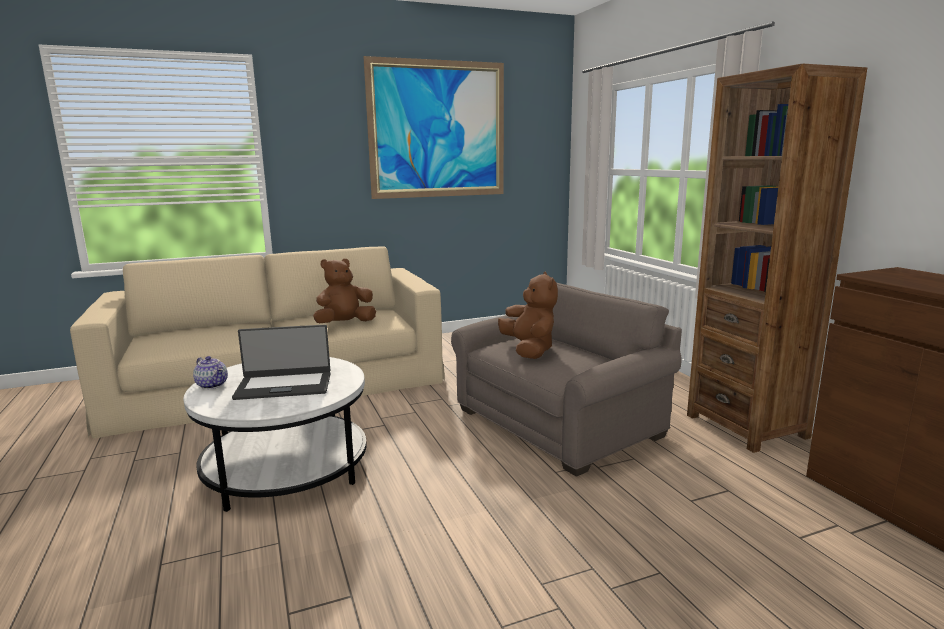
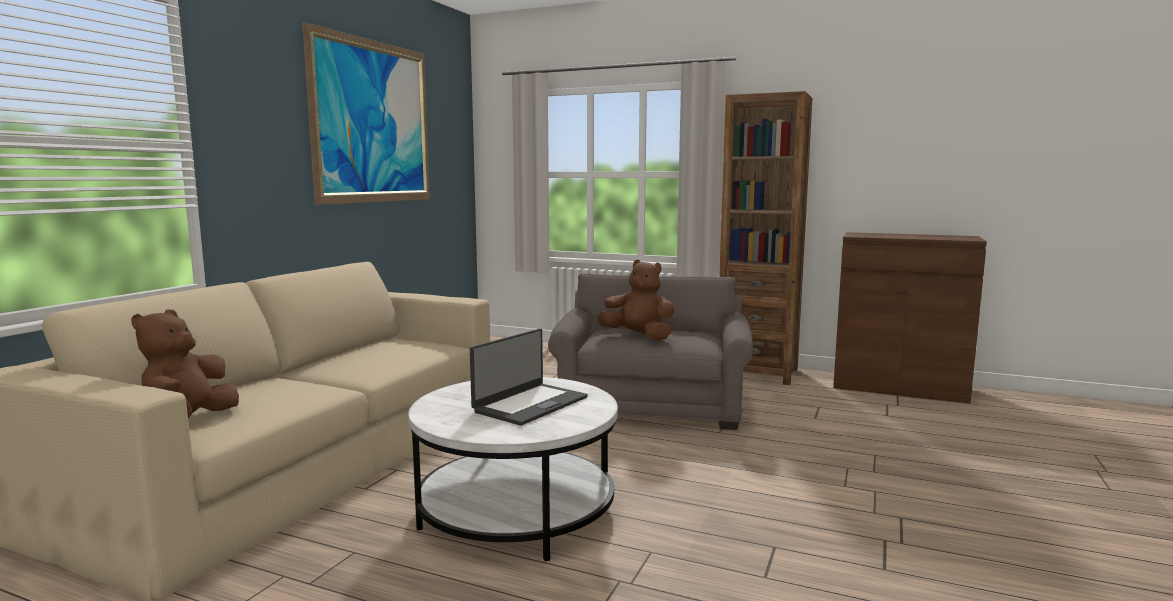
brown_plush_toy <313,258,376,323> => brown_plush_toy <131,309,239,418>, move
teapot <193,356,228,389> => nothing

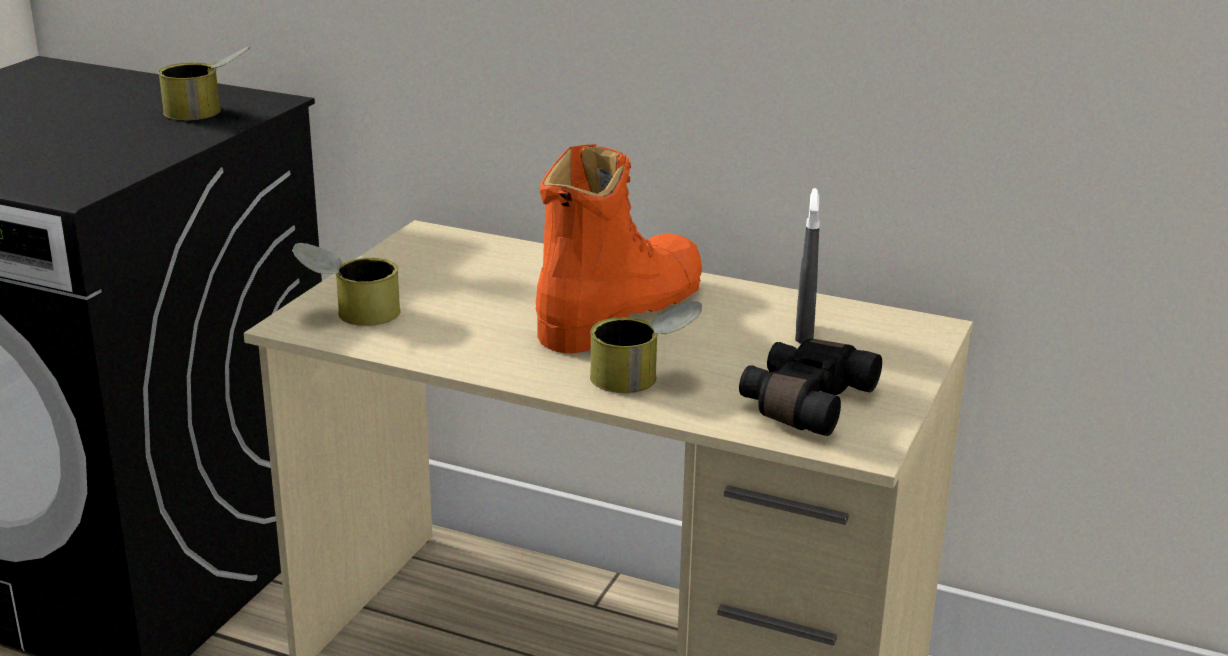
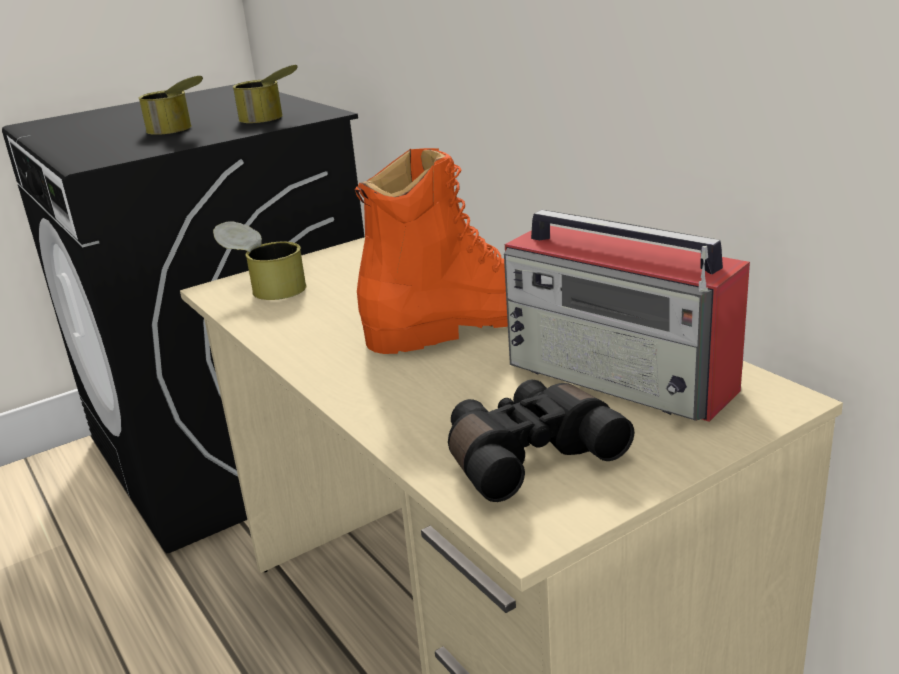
grey_spray_bottle <795,188,820,344> => radio <504,210,750,422>
can <590,302,702,393> => can <139,76,203,135>, move

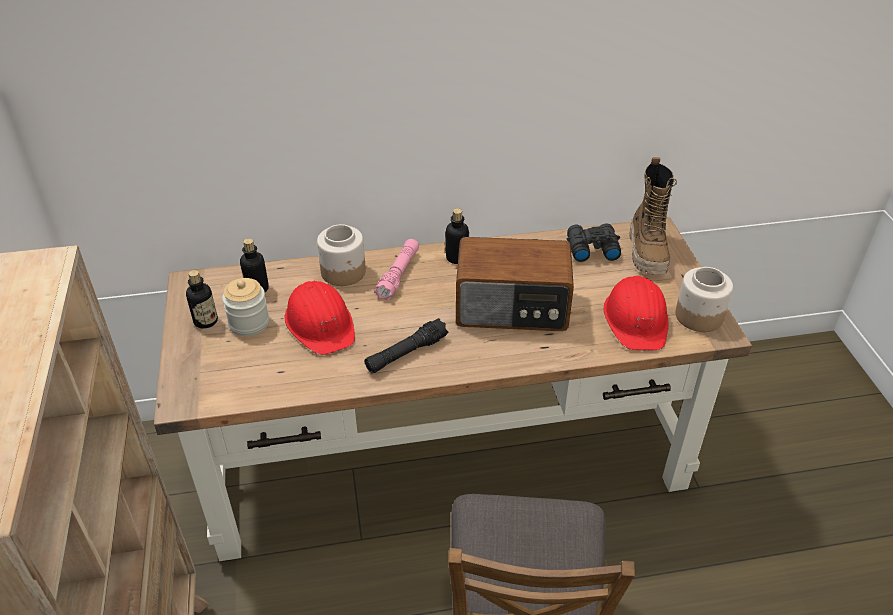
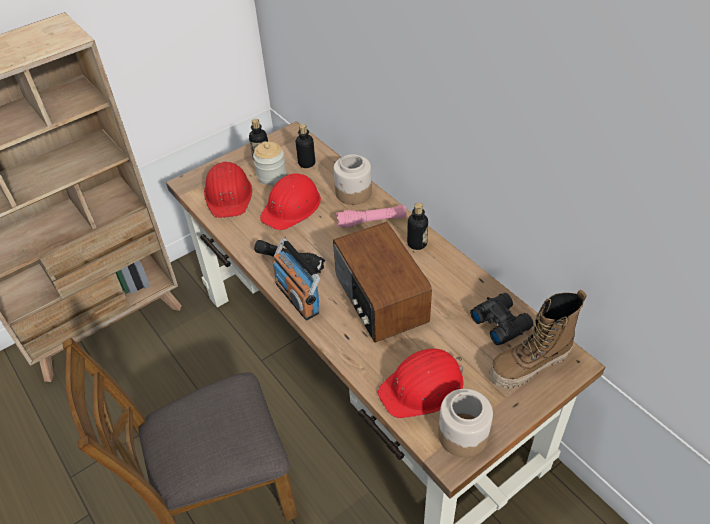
nothing => red_hard_hat <204,162,252,218>
nothing => radio <273,239,320,320>

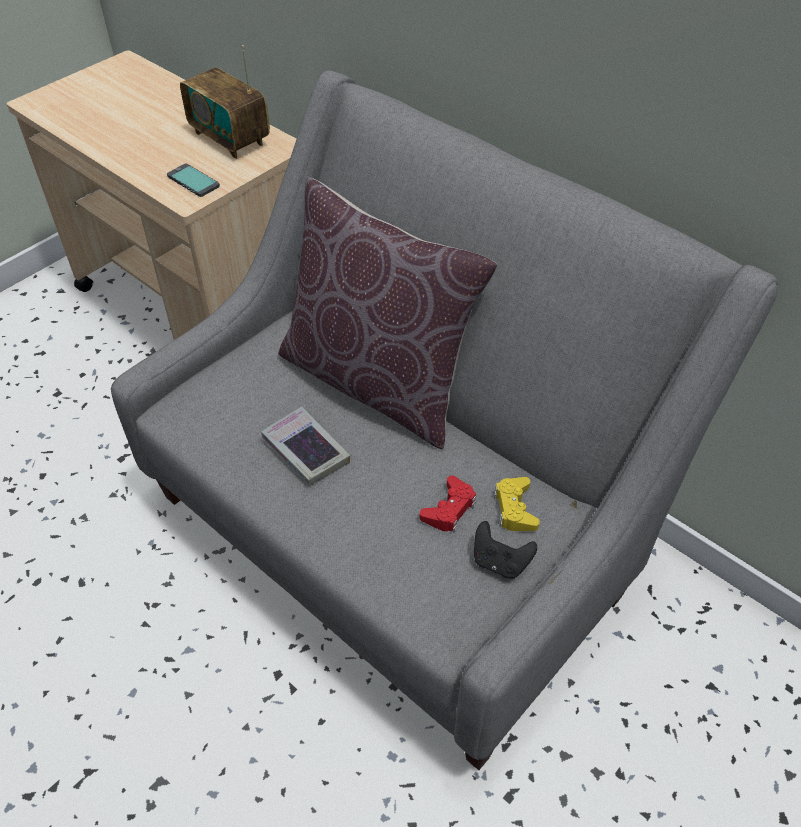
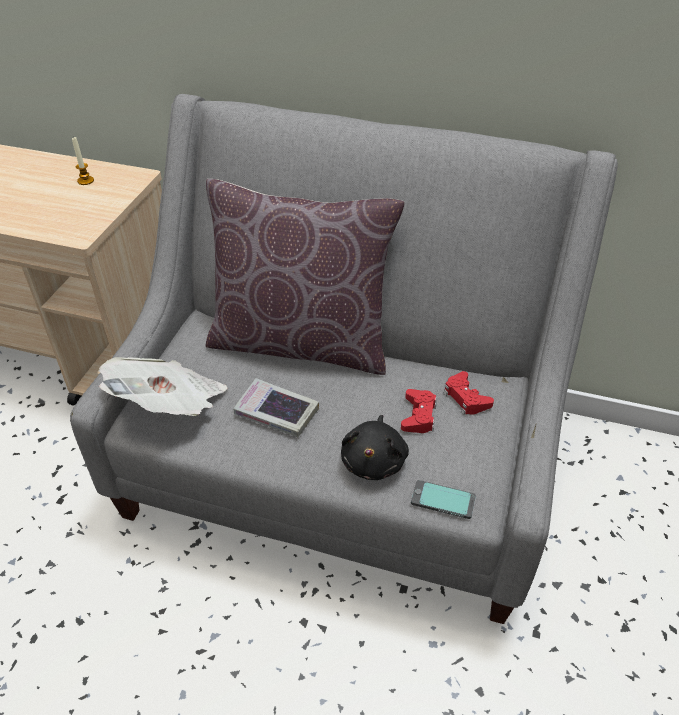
radio <180,45,270,159> => candle <72,136,94,185>
phone <167,163,220,197> => phone <411,480,476,519>, move
yellow_game_controller <493,477,540,531> => red_game_controller <444,371,494,415>
black_game_controller <474,521,537,579> => nothing
nothing => newspaper <99,357,227,416>
nothing => black_plush_toy <341,415,409,480>

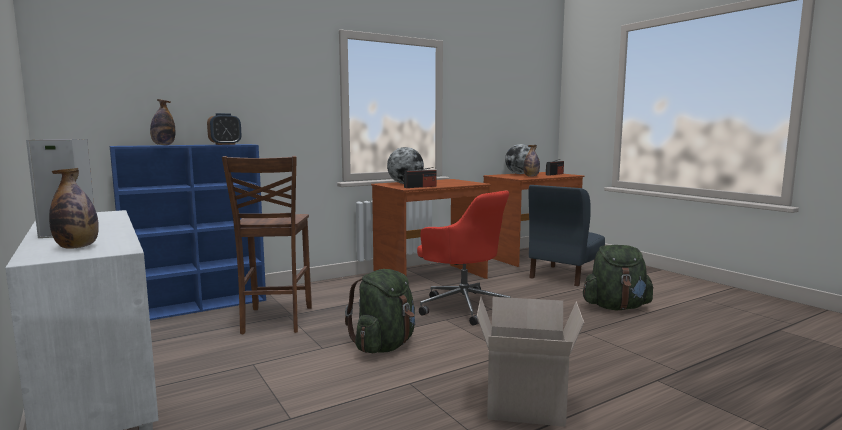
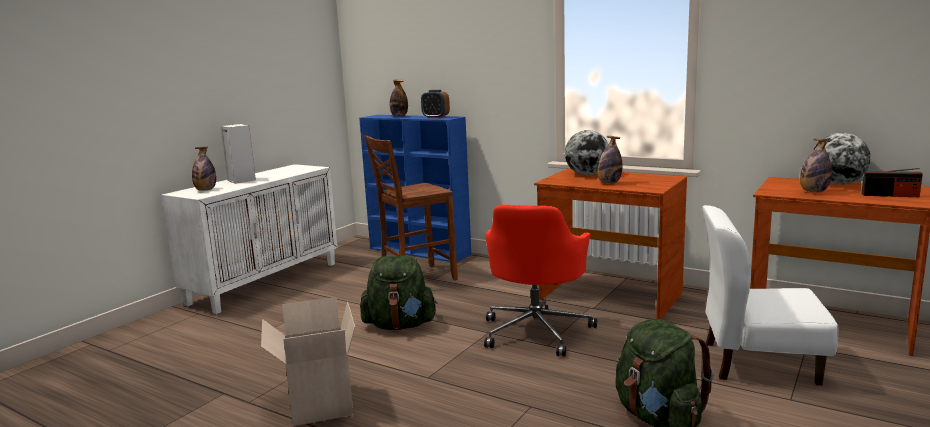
radio <404,167,437,188> => nothing
blue_chair <528,185,605,286> => white_chair <702,205,838,385>
nothing => bottle <597,136,622,184>

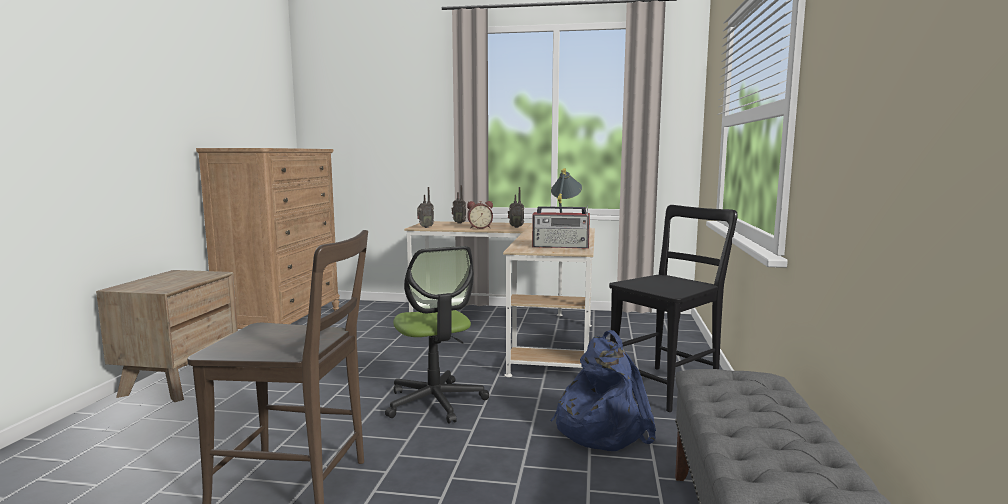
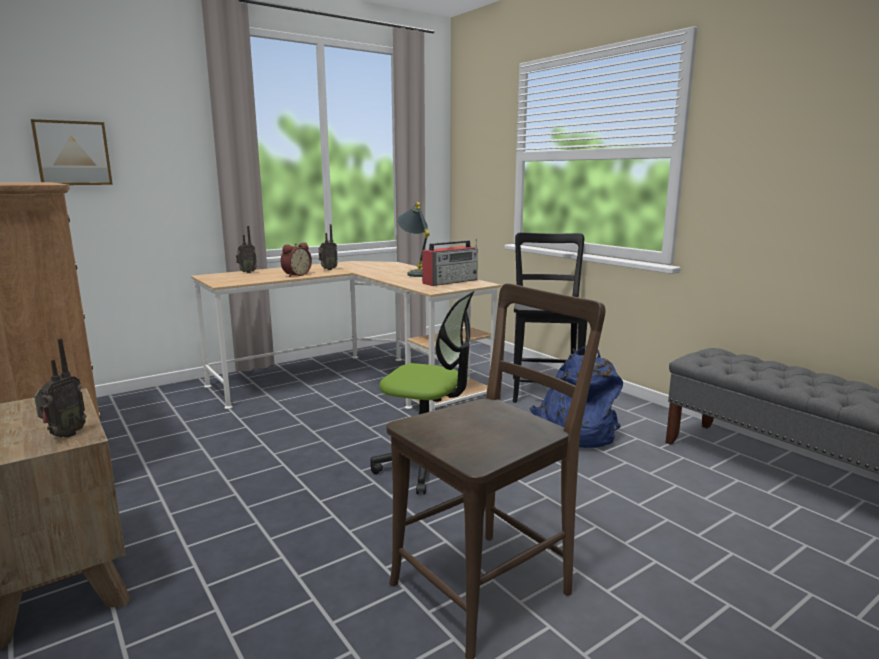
radio <417,187,434,228> => radio <34,338,87,438>, move
nothing => picture <31,119,113,185>

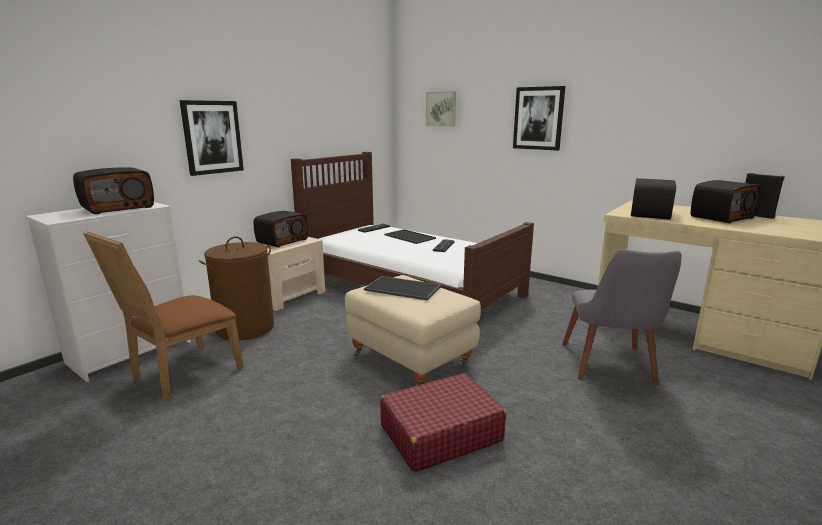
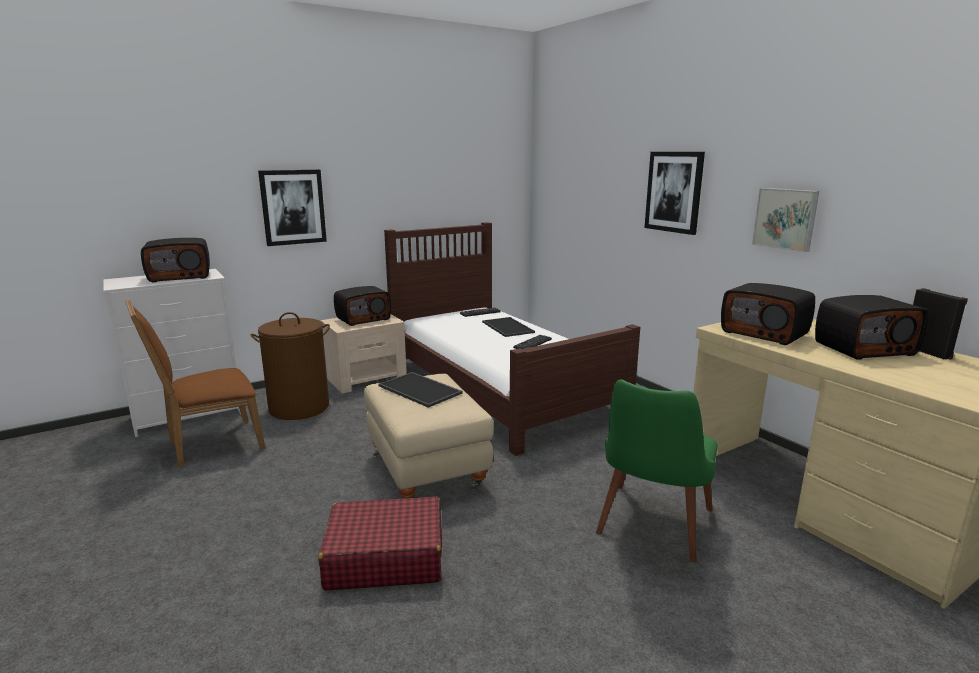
picture <426,91,456,127> => picture <752,188,819,252>, move
radio <631,178,677,220> => radio <721,283,815,345>, 90 degrees counterclockwise
grey_chair <562,249,682,385> => green_chair <596,379,718,563>

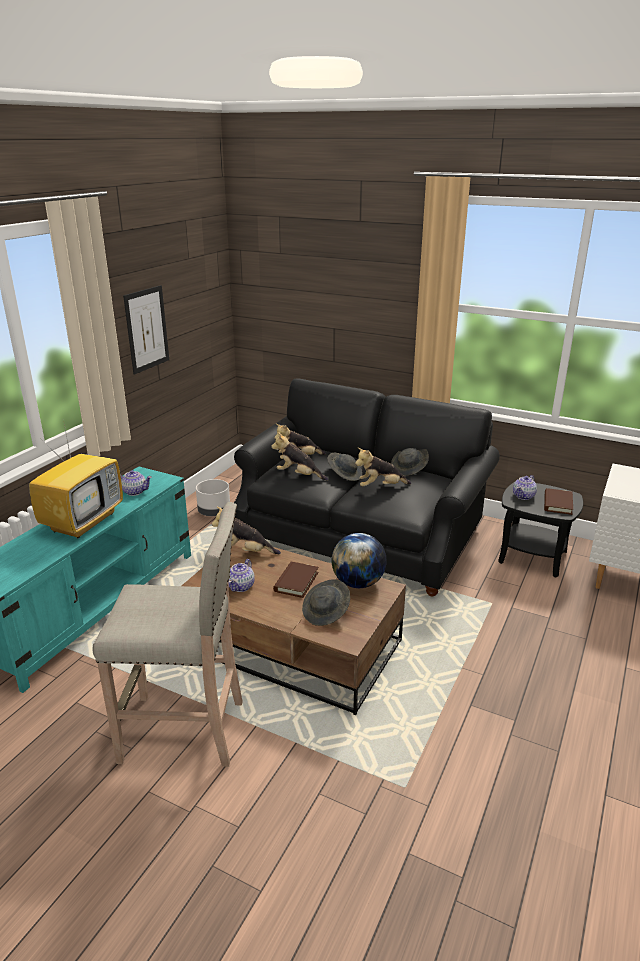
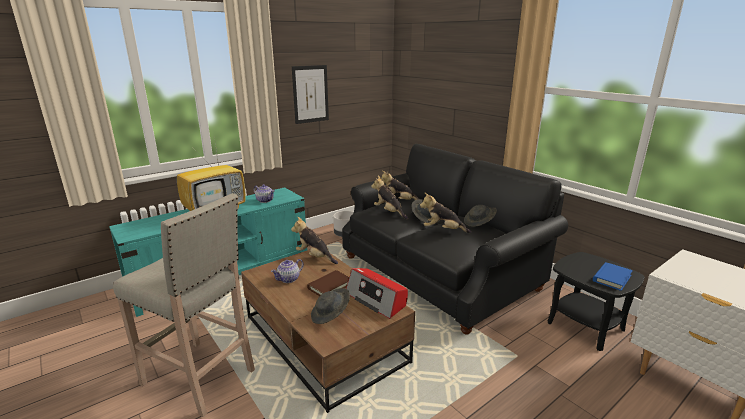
teapot <513,475,537,500> => nothing
brown_book <544,488,573,515> => blue_book <593,262,633,291>
globe <331,533,387,588> => radio <346,268,408,319>

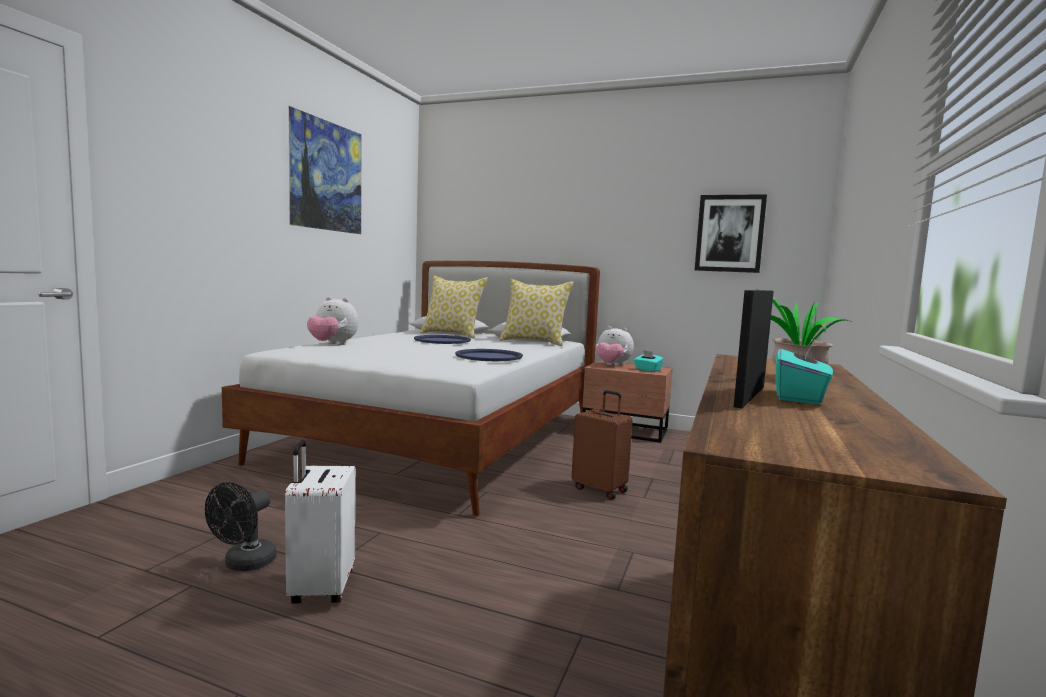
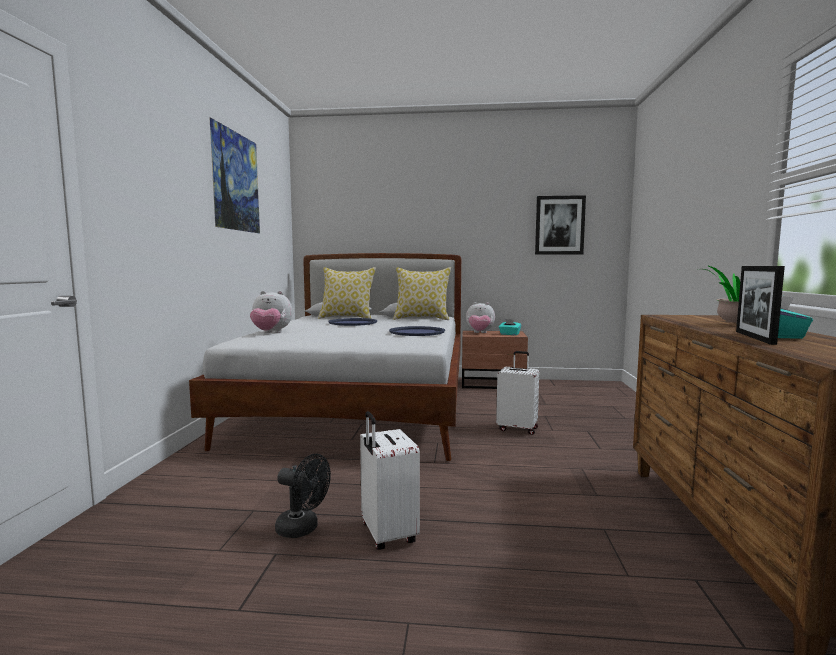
brown_suitcase <571,390,633,500> => white_suitcase <496,351,539,435>
black_fan <205,482,277,571> => black_fan <275,454,331,538>, 75 degrees counterclockwise

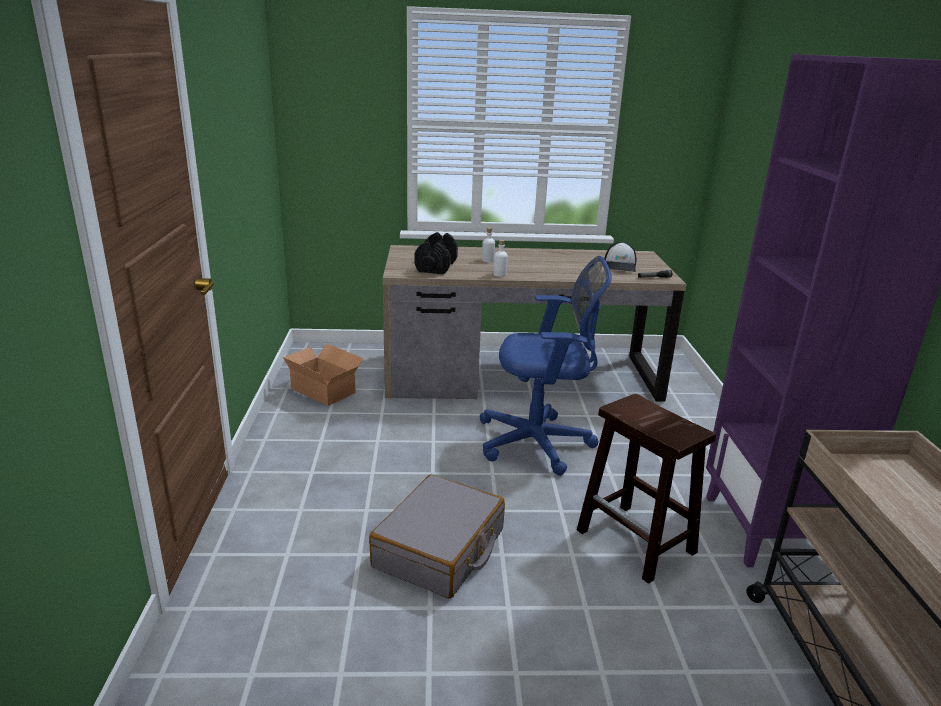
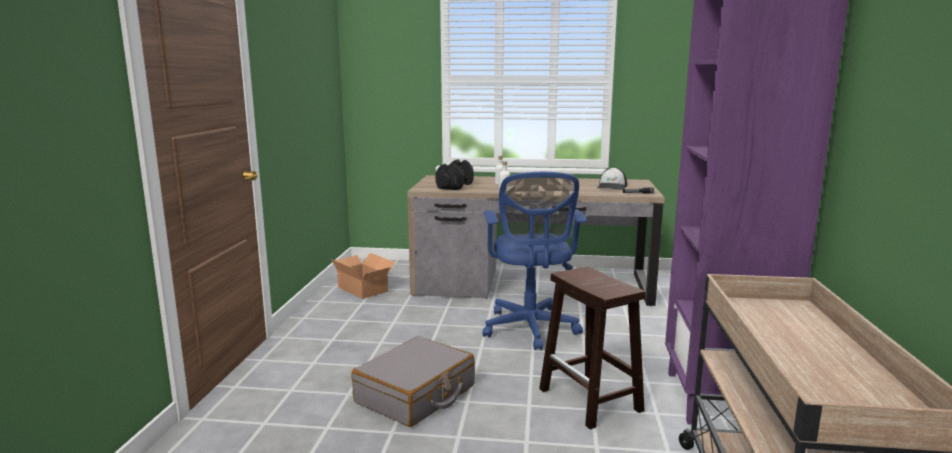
blue_office_chair <480,256,612,476> => blue_office_chair <482,172,587,350>, 75 degrees clockwise

